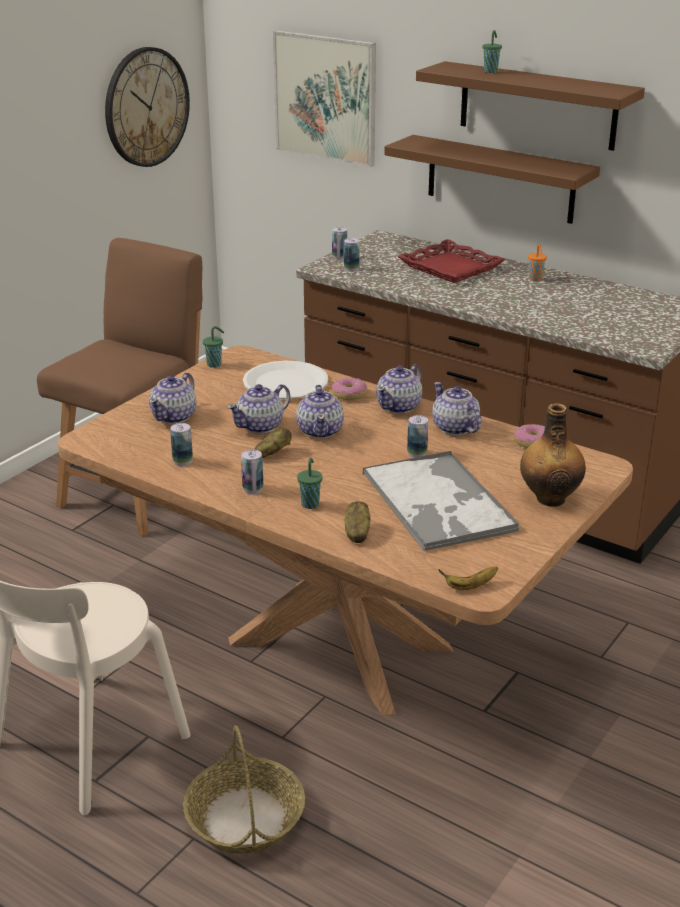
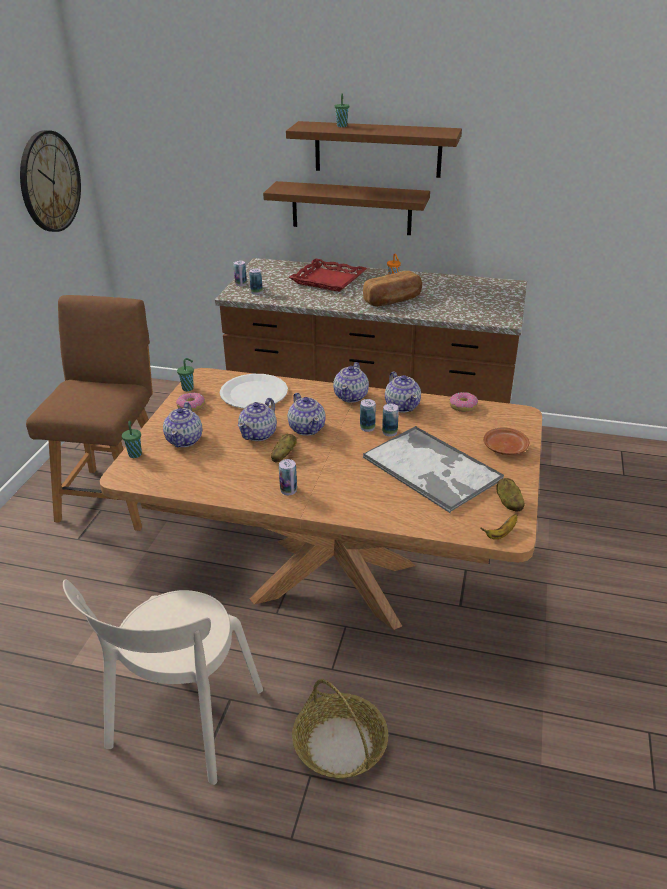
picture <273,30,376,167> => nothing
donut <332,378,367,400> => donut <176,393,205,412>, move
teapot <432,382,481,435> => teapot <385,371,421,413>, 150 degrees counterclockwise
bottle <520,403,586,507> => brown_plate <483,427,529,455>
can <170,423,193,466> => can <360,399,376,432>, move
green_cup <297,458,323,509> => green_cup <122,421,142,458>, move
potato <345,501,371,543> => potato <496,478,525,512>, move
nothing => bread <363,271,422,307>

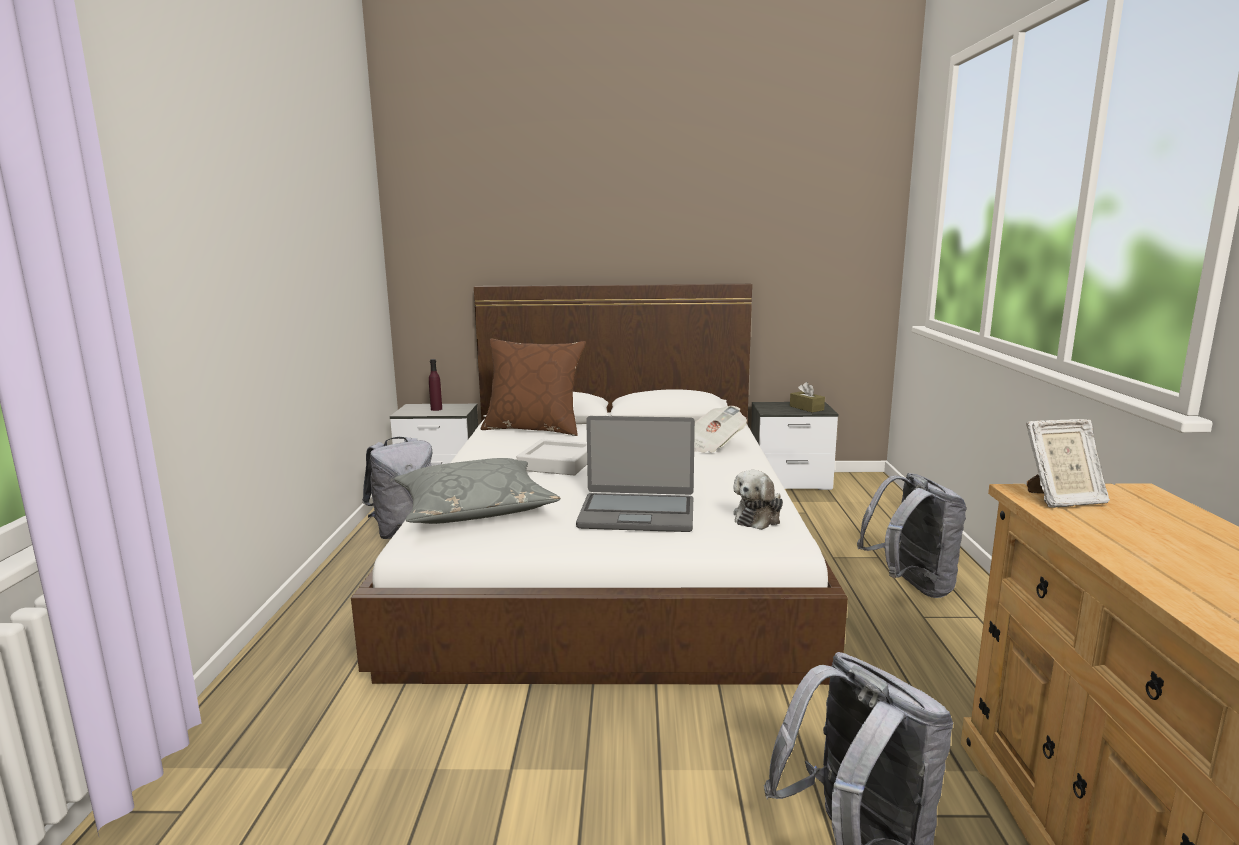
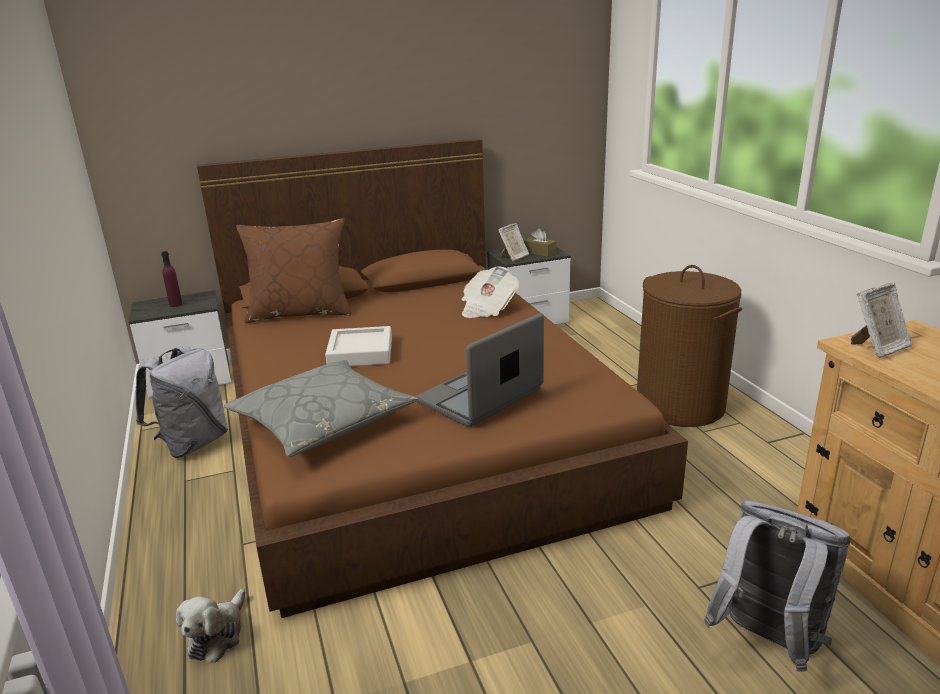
white_bed <351,284,848,685> => brown_bed <197,139,688,618>
laptop <576,416,695,532> => laptop <416,313,544,427>, 150 degrees clockwise
plush_toy <733,470,783,530> => plush_toy <176,589,246,663>, move
grey_backpack <857,473,967,598> => brown_laundry_basket <637,265,742,427>
nothing => picture_frame <498,223,529,262>

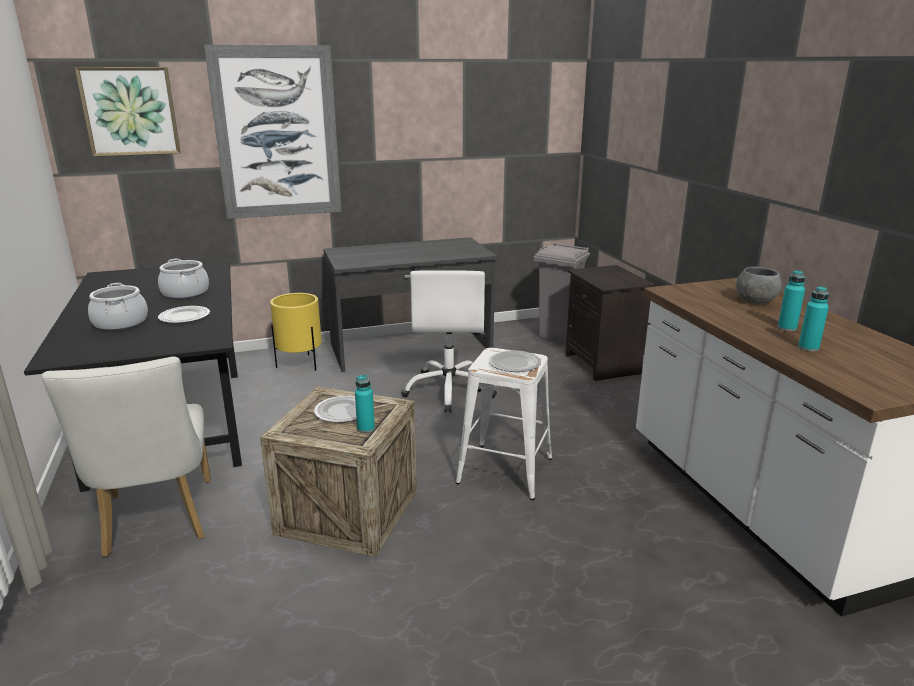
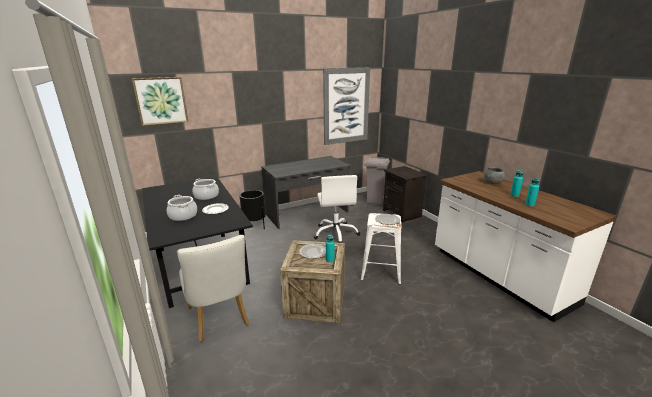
picture <204,44,342,219> => picture <323,67,370,145>, move
yellow_planter <270,293,322,371> => black_planter <239,190,266,229>

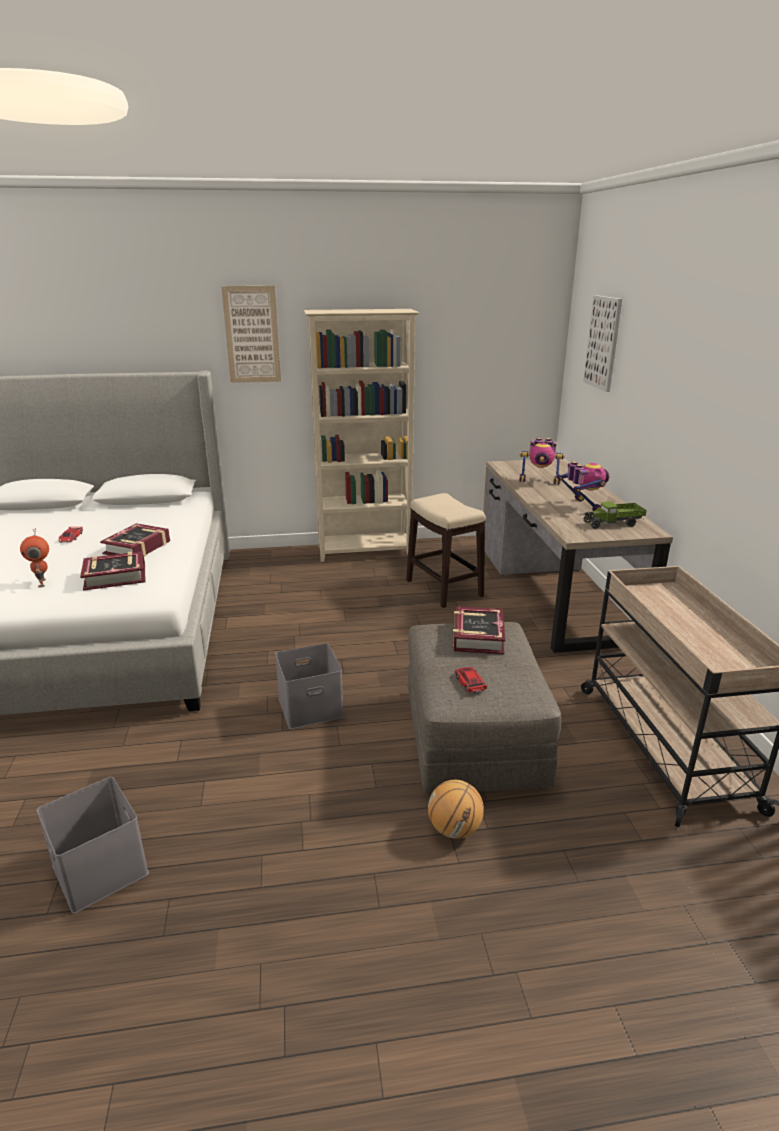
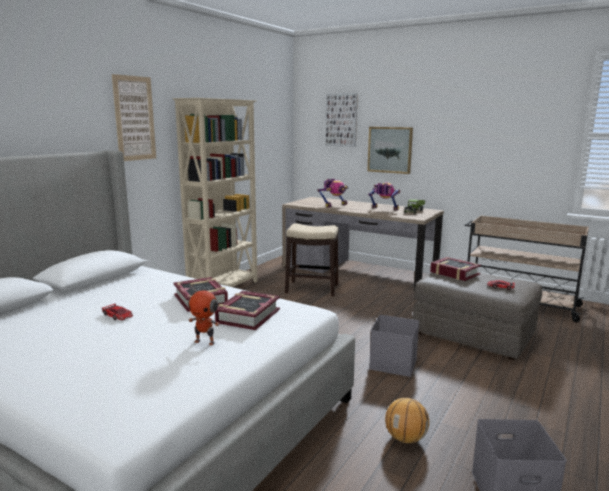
basketball <428,780,484,839> => basketball <385,398,429,443>, move
nothing => picture <367,127,413,174>

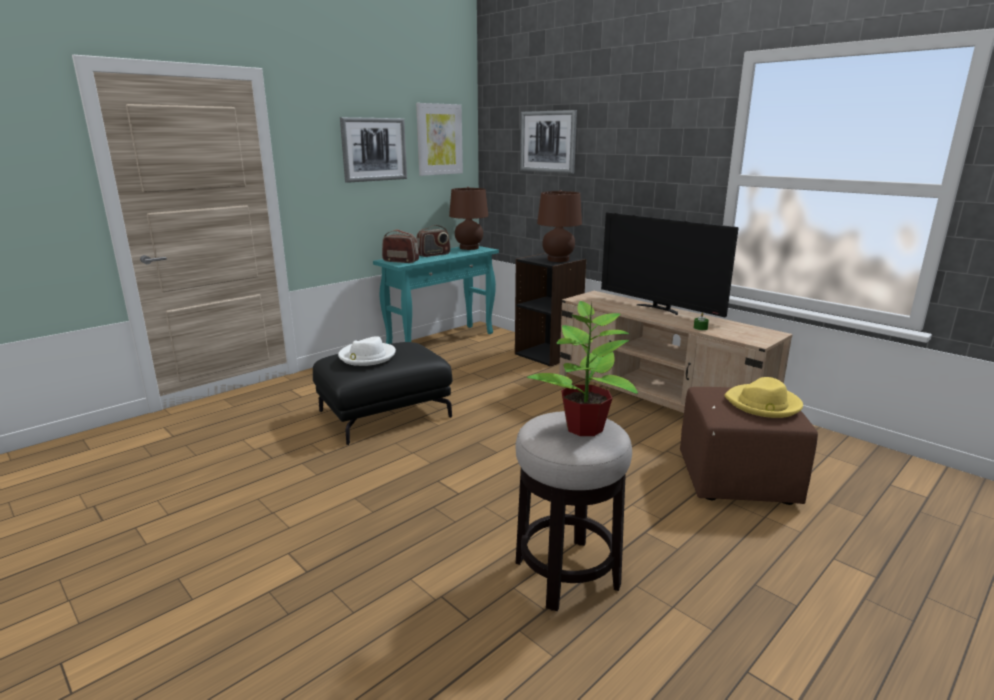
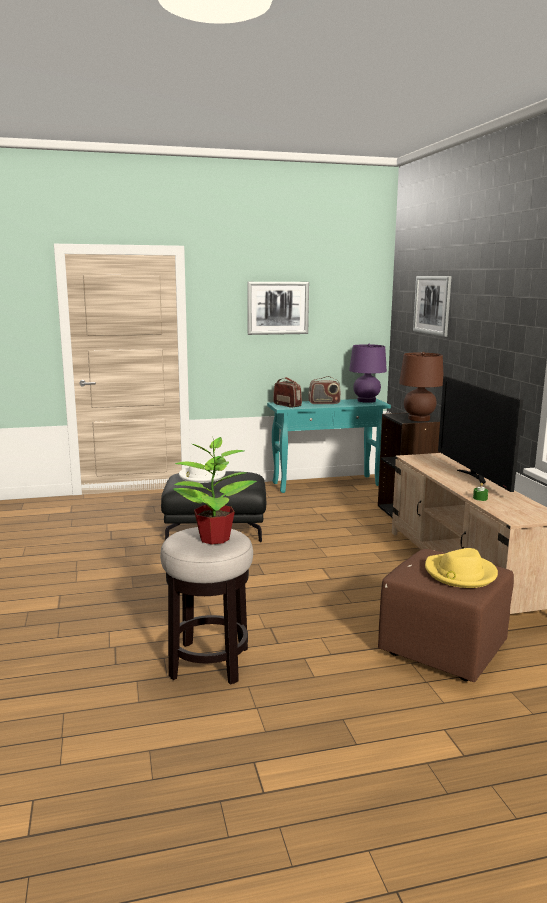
picture <416,103,463,176> => nothing
brown_table_lamp <449,187,488,250> => purple_table_lamp <349,344,387,403>

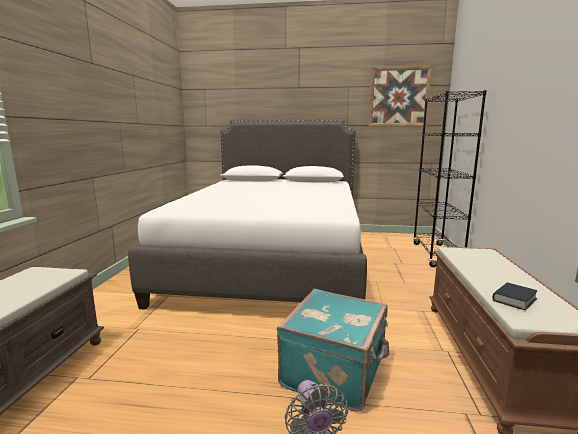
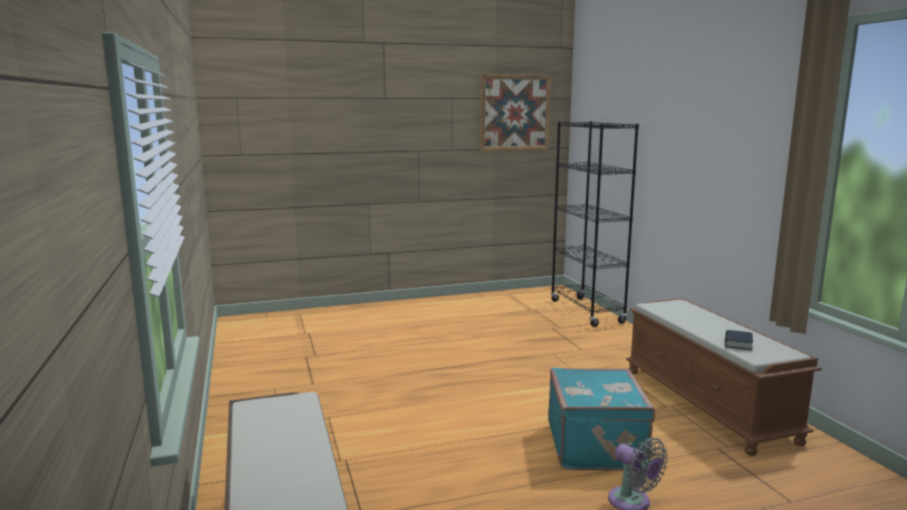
white_bed <128,119,367,310> => nothing

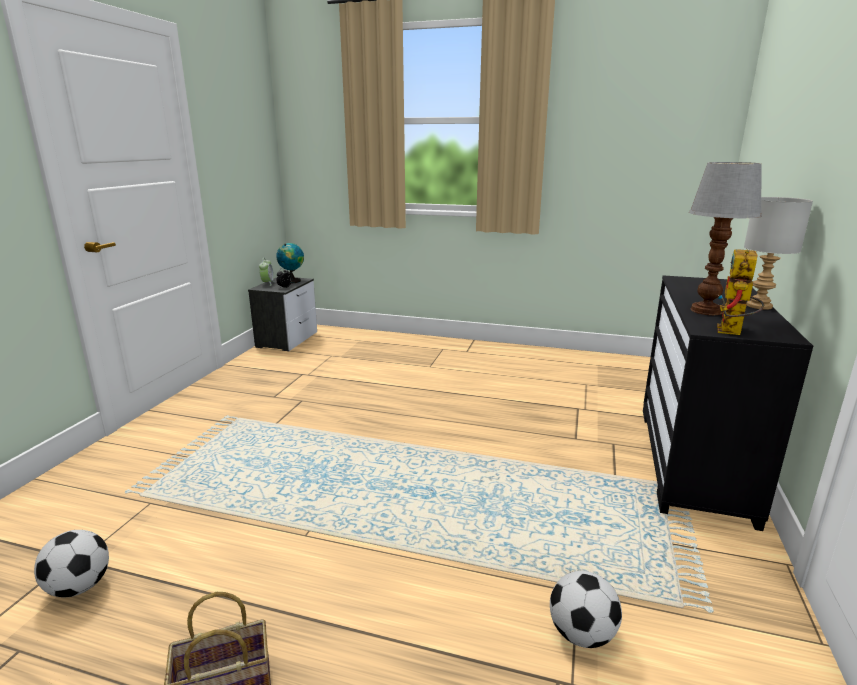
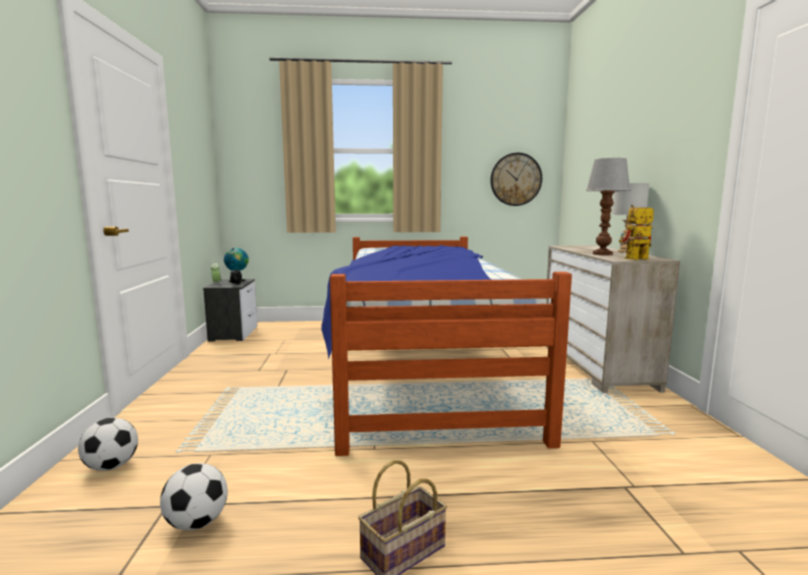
toy_robot <717,249,764,335> => toy_robot <619,205,654,260>, 75 degrees clockwise
black_dresser <643,275,813,531> => beige_dresser <547,245,680,393>
football <550,571,622,648> => football <78,418,138,471>, move
nothing => wall_clock <490,153,542,206>
nothing => bed <321,237,572,456>

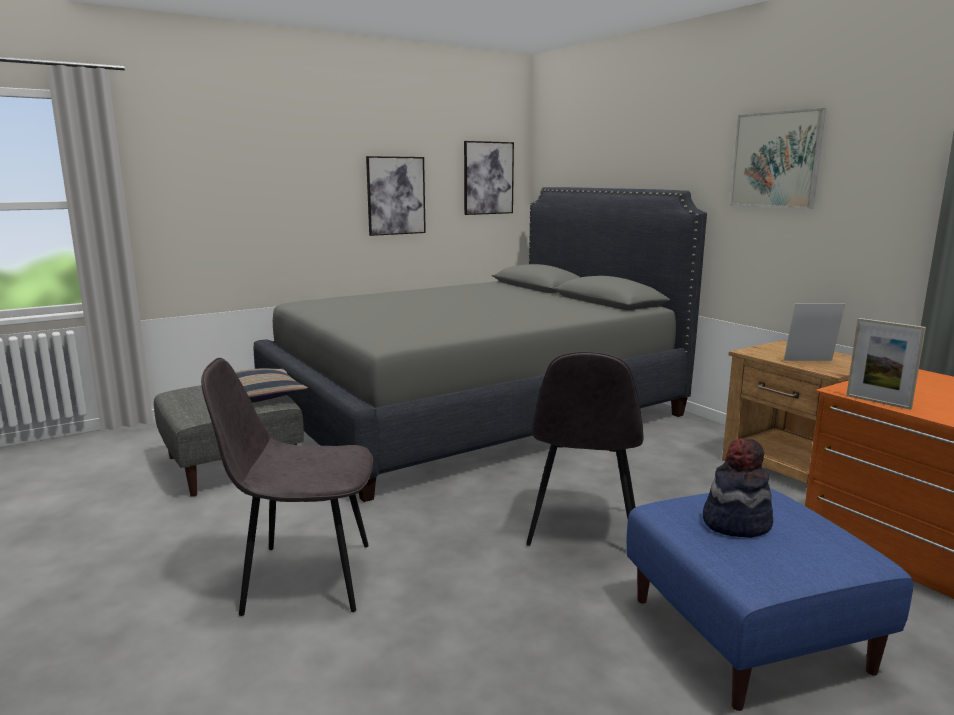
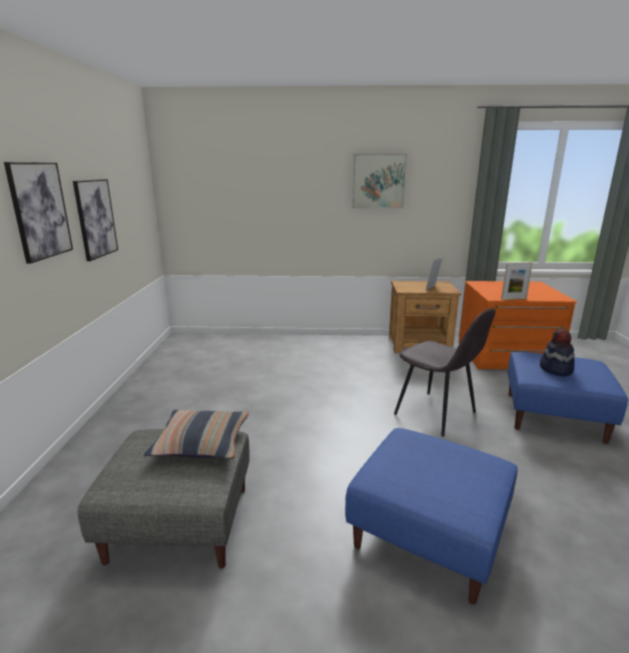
picture <464,141,514,215> => picture <4,162,73,264>, move
grey_bed <254,187,707,502> => nothing
grey_chair <201,358,373,616> => blue_ottoman <345,428,518,604>

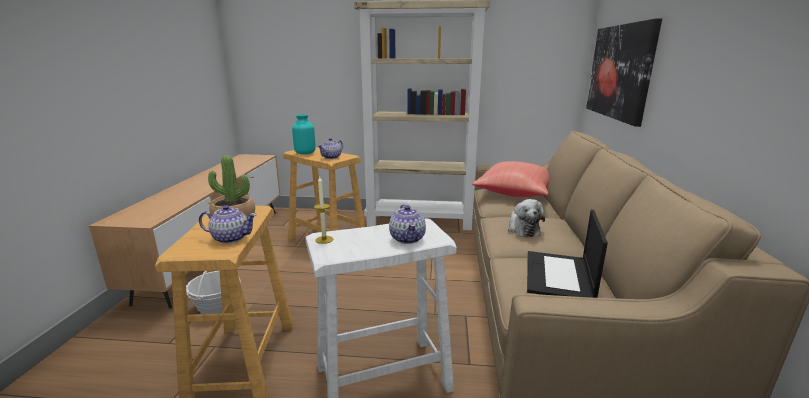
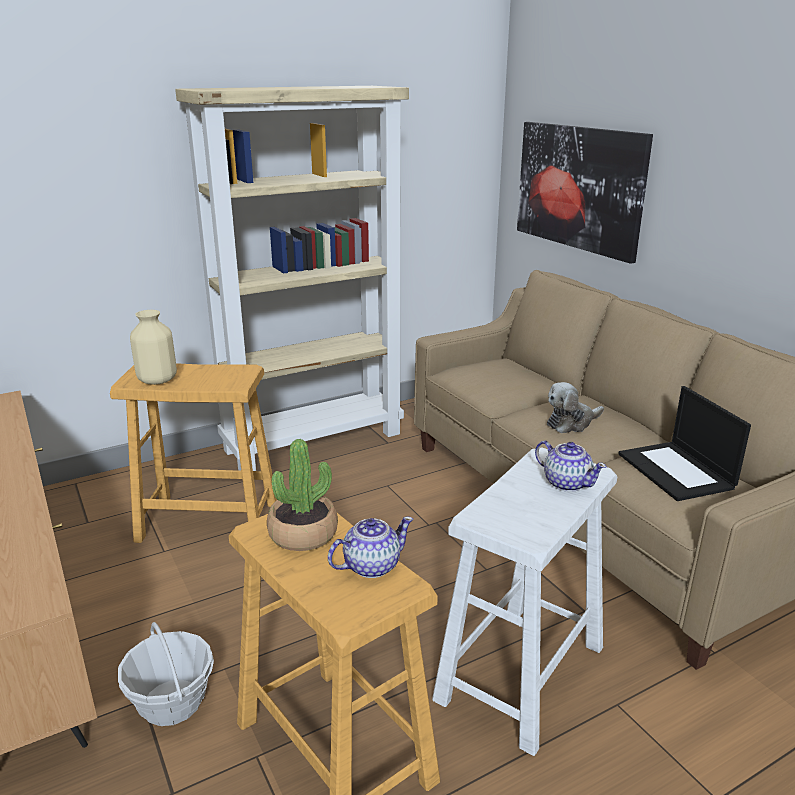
turquoise_vase <292,114,316,154> => beige_vase <130,310,177,385>
teapot <318,138,343,159> => nothing
red_pillow <472,161,549,197> => nothing
candle <314,177,333,244> => nothing
plush_toy <508,199,545,237> => plush_toy <547,382,604,433>, 105 degrees clockwise

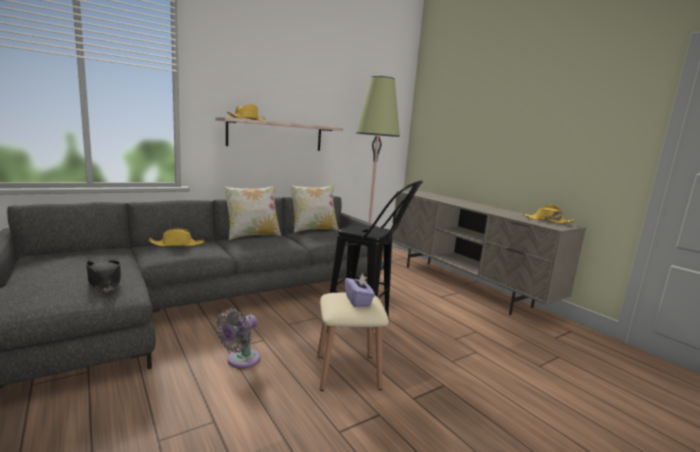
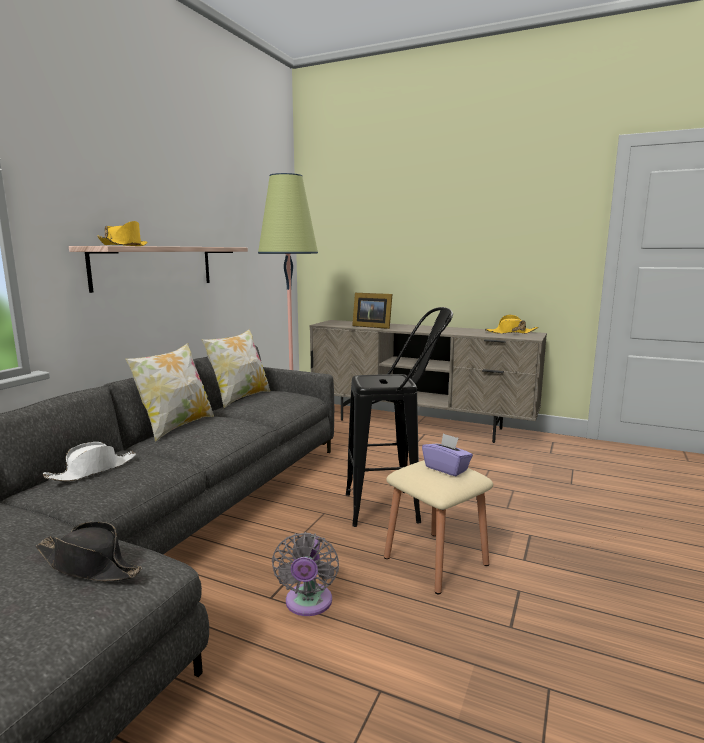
yellow_hat <148,229,205,247> => white_hat <43,442,137,481>
nothing => picture_frame <352,293,392,329>

